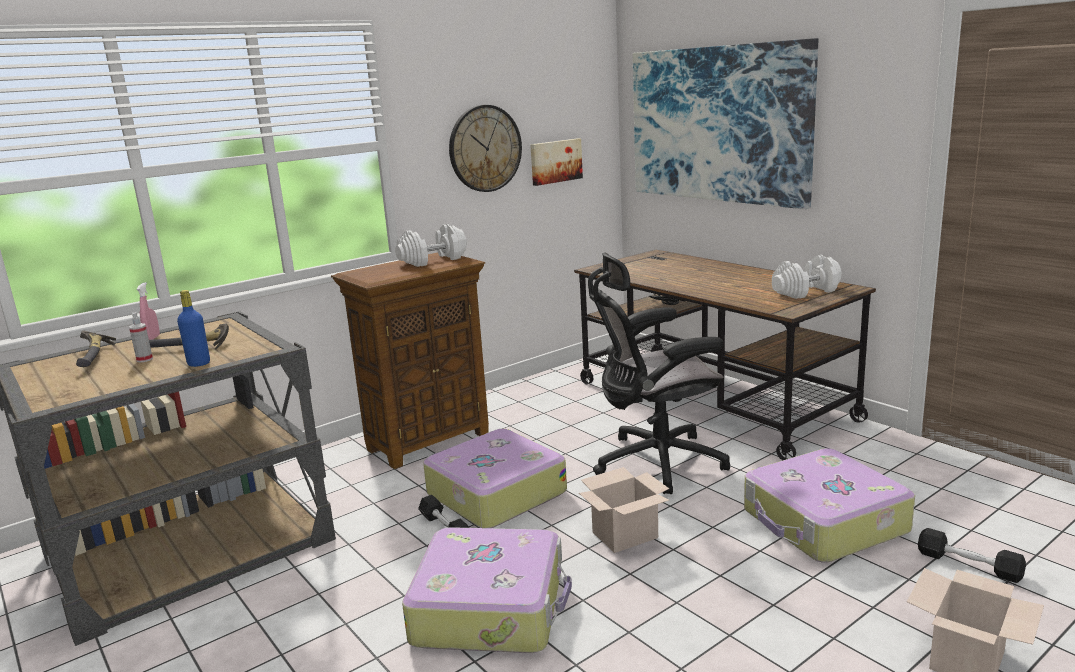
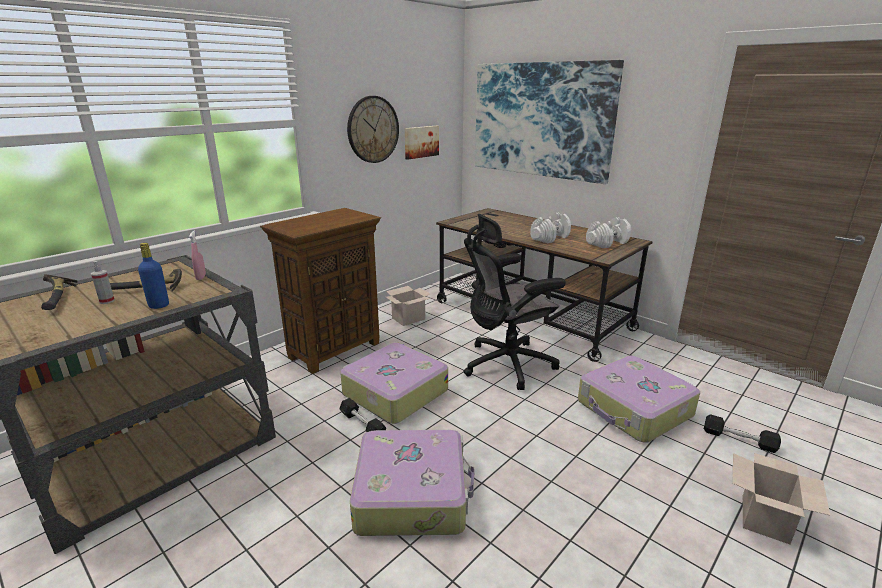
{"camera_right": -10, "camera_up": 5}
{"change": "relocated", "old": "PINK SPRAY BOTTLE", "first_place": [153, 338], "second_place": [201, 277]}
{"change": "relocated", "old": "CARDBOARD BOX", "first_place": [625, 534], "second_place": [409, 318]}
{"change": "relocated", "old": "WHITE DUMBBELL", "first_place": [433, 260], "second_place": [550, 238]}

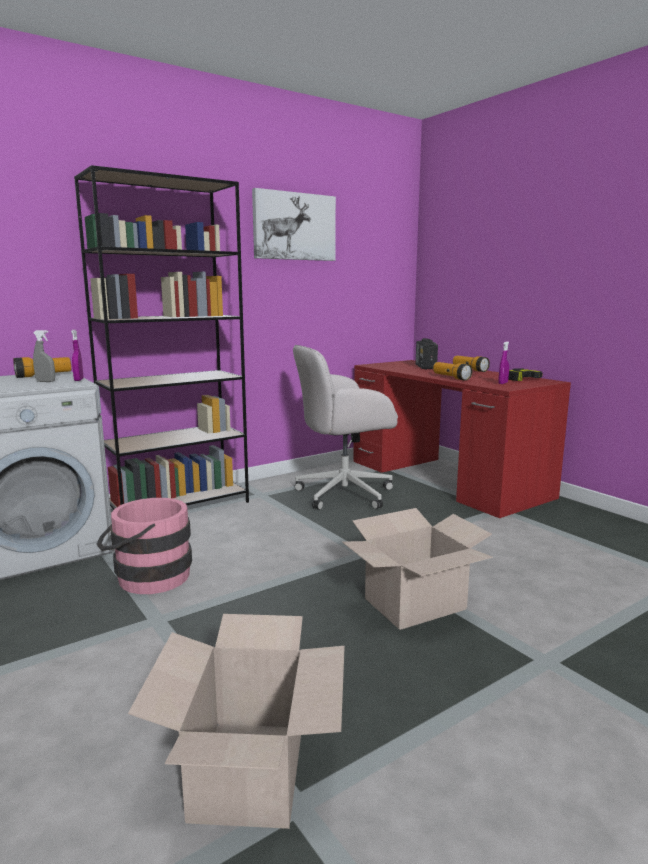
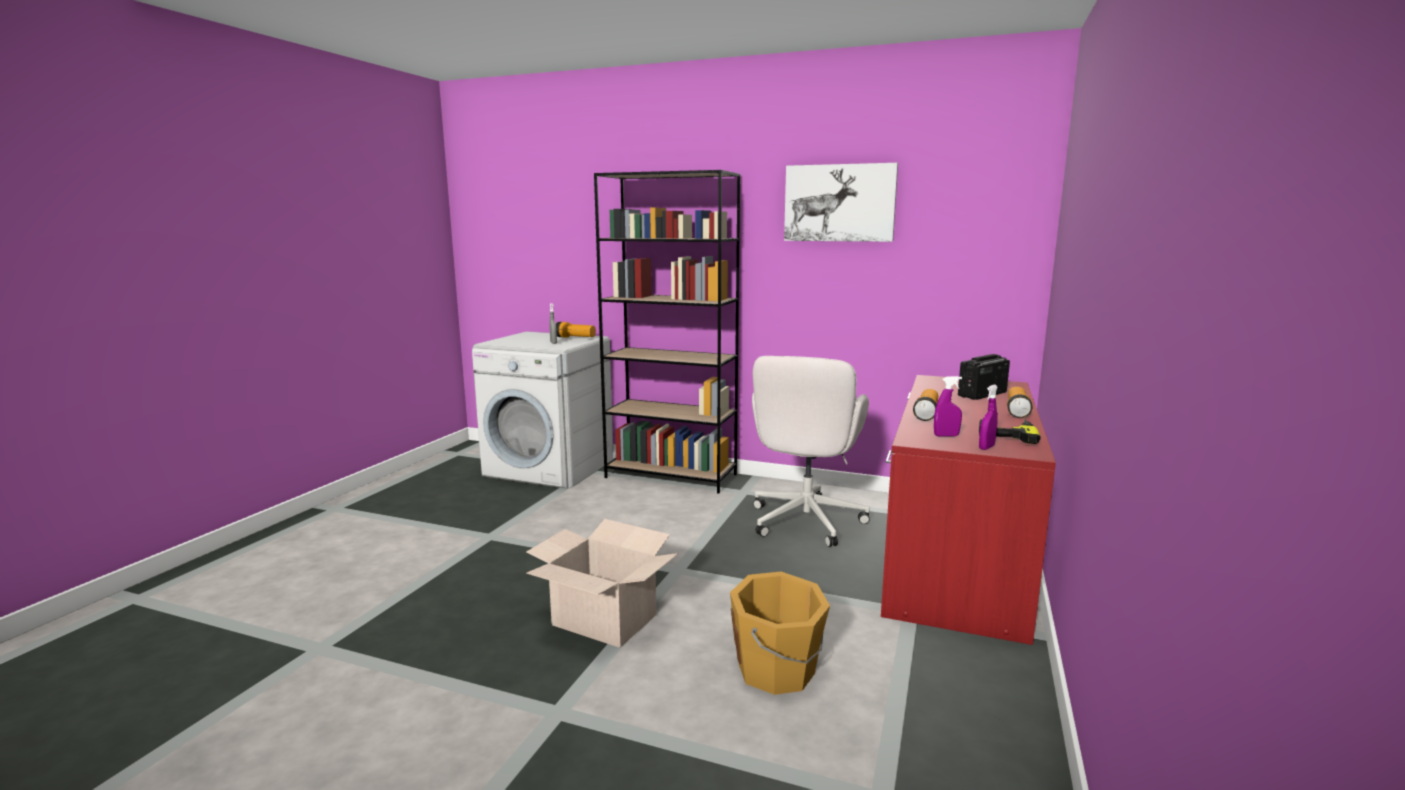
{"camera_right": 55, "camera_up": 0}
{"change": "appeared", "new": "ORANGE BUCKET", "second_place": [778, 670]}
{"change": "spun", "old": "WHITE OFFICE CHAIR", "first_place": [344, 494], "second_place": [806, 521], "degrees": -105}
{"change": "relocated", "old": "PURPLE SPRAY BOTTLE", "first_place": [78, 380], "second_place": [986, 447]}
{"change": "missing", "old": "PINK BUCKET", "first_place": [146, 578]}
{"change": "missing", "old": "CARDBOARD BOX", "first_place": [248, 771]}

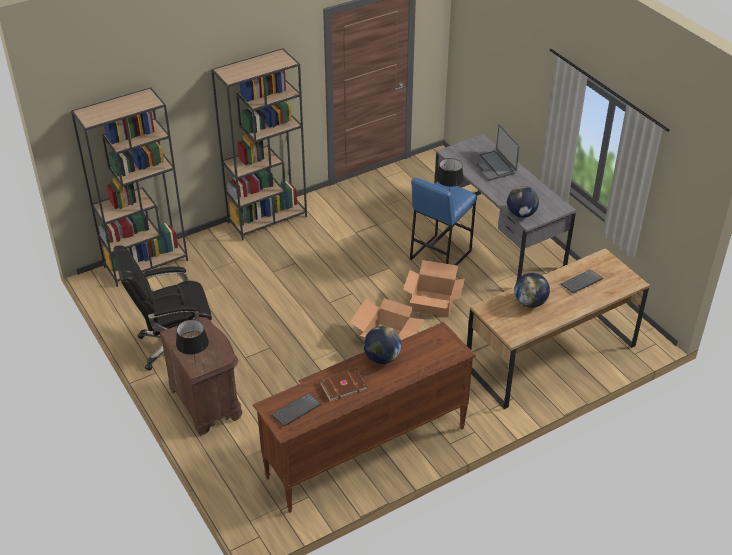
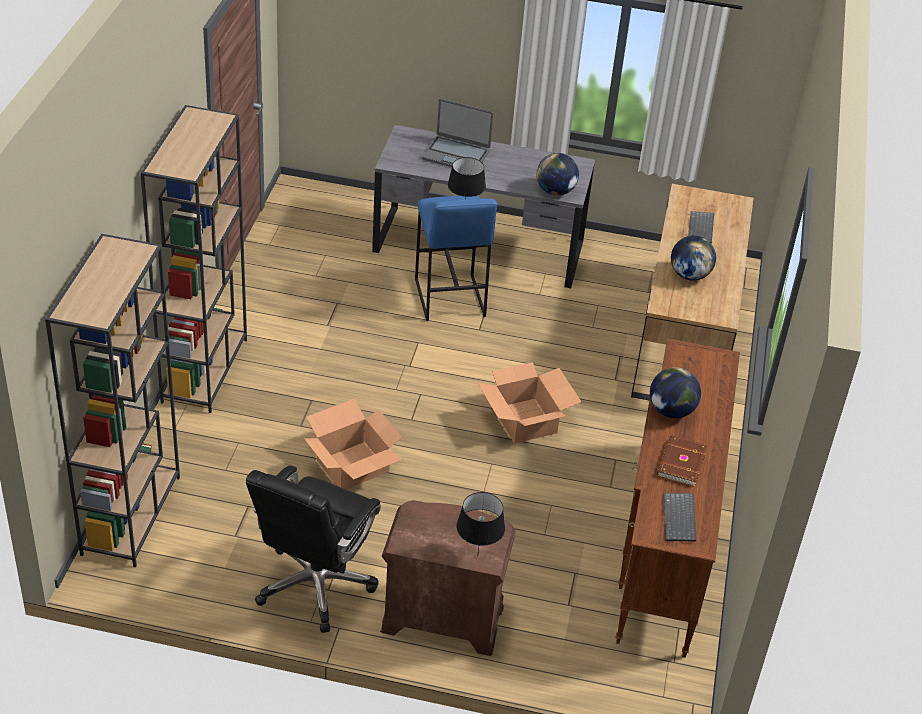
{"camera_right": -50, "camera_up": 0}
{"change": "relocated", "old": "CARDBOARD BOX", "first_place": [433, 303], "second_place": [353, 466]}

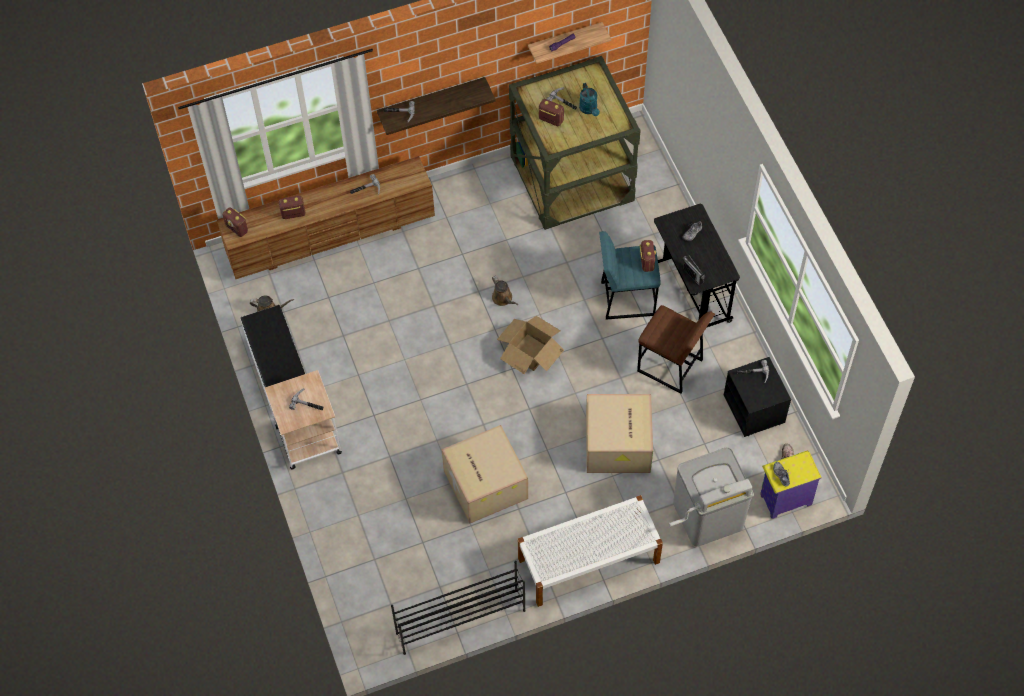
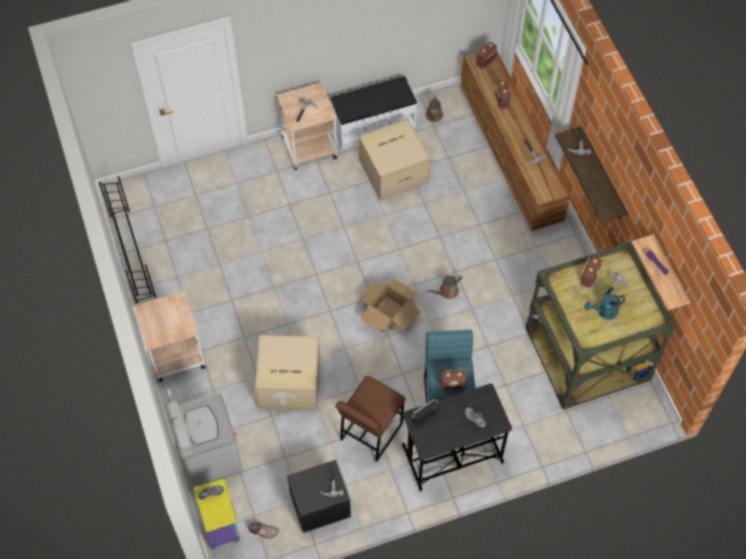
{"camera_right": 90, "camera_up": 0}
{"change": "exchanged", "old": "WHITE BENCH", "new": "BEIGE CART", "first_place": [589, 561], "second_place": [175, 353]}
{"change": "relocated", "old": "CARDBOARD BOX", "first_place": [484, 484], "second_place": [394, 170]}

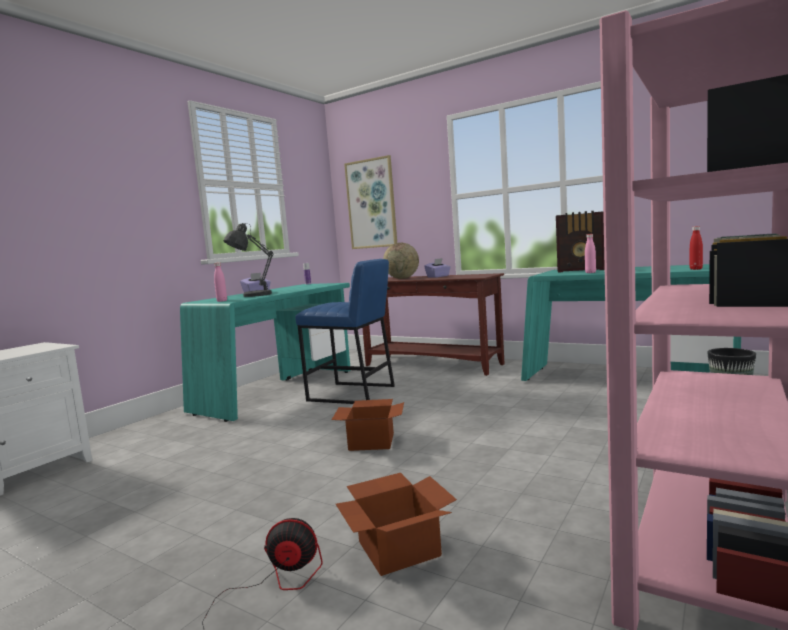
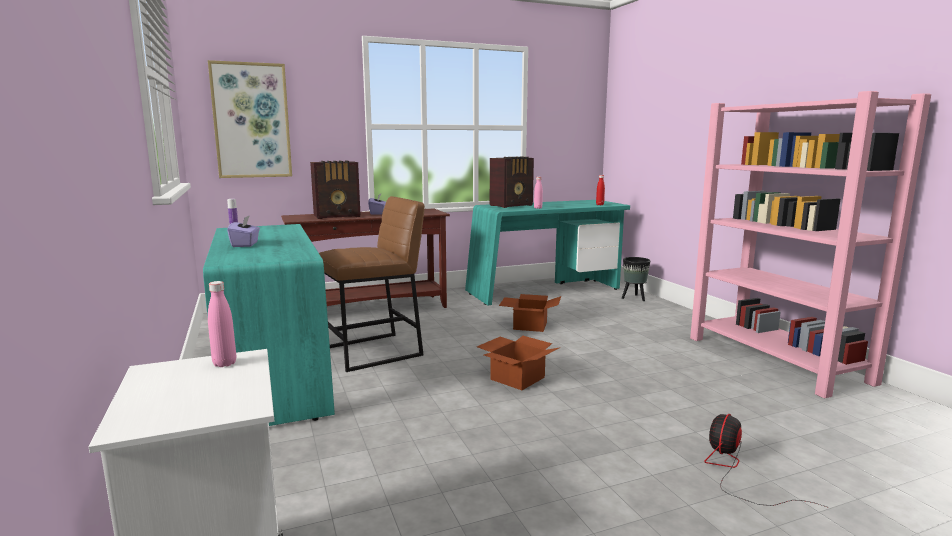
{"camera_right": -55, "camera_up": 5}
{"change": "relocated", "old": "PINK BOTTLE", "first_place": [222, 301], "second_place": [224, 363]}
{"change": "exchanged", "old": "GLOBE", "new": "RADIO", "first_place": [402, 278], "second_place": [338, 216]}
{"change": "colour", "old": "BLUE CHAIR", "new": "BROWN CHAIR", "first_place": [353, 393], "second_place": [374, 351]}
{"change": "relocated", "old": "CARDBOARD BOX", "first_place": [399, 547], "second_place": [529, 325]}
{"change": "missing", "old": "GREY TABLE LAMP", "first_place": [253, 295]}

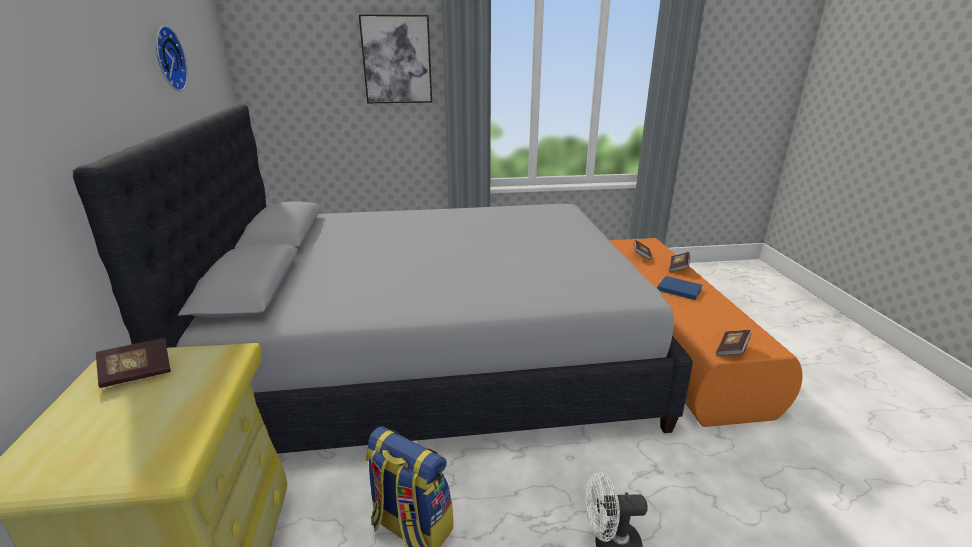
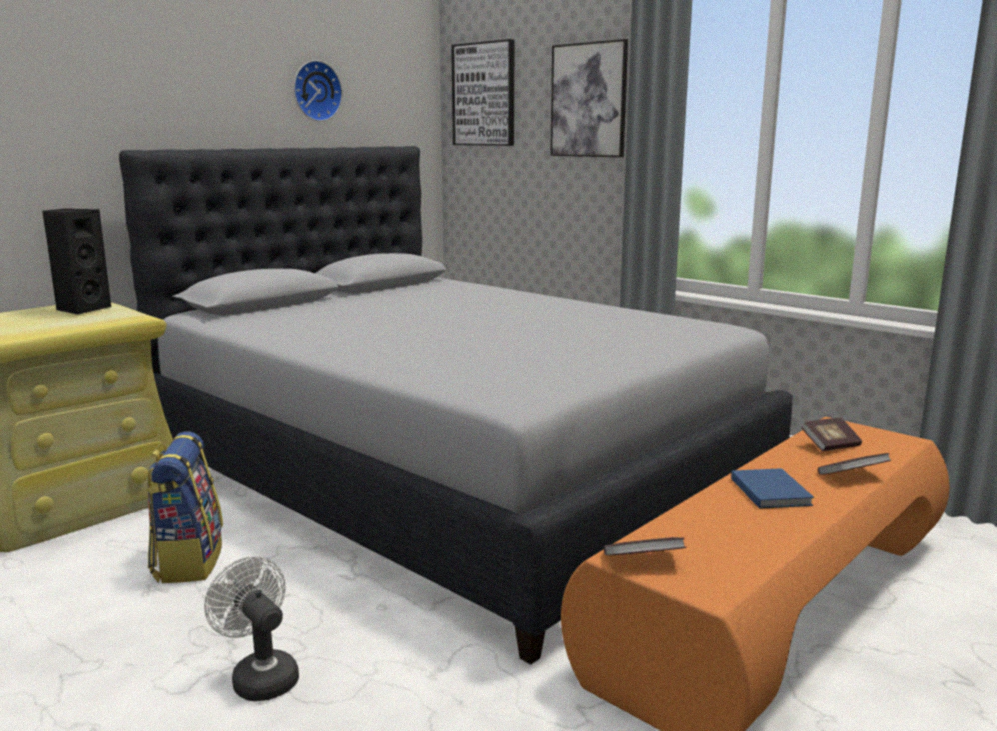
{"camera_right": 50, "camera_up": -10}
{"change": "exchanged", "old": "BOOK", "new": "BLACK SPEAKER", "first_place": [137, 373], "second_place": [82, 309]}
{"change": "appeared", "new": "PICTURE", "second_place": [484, 94]}

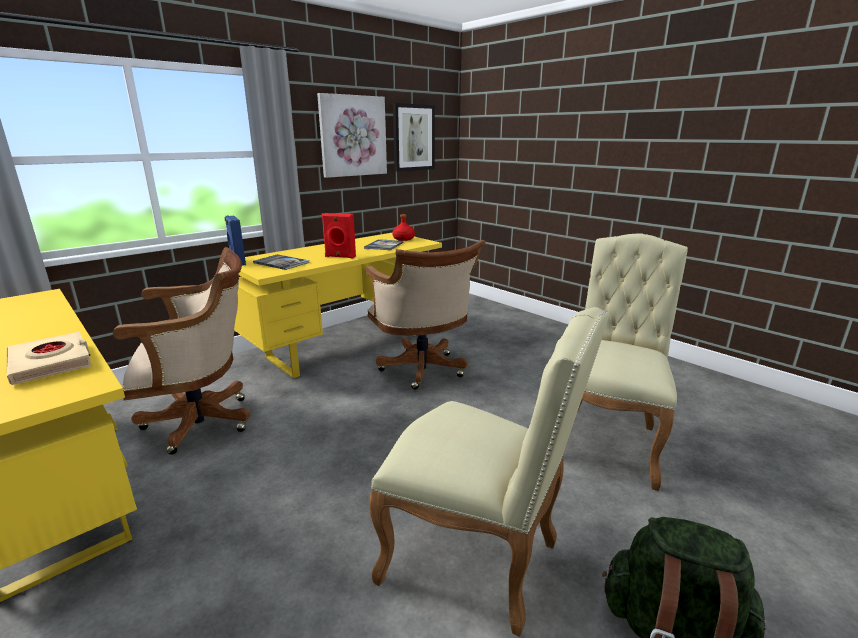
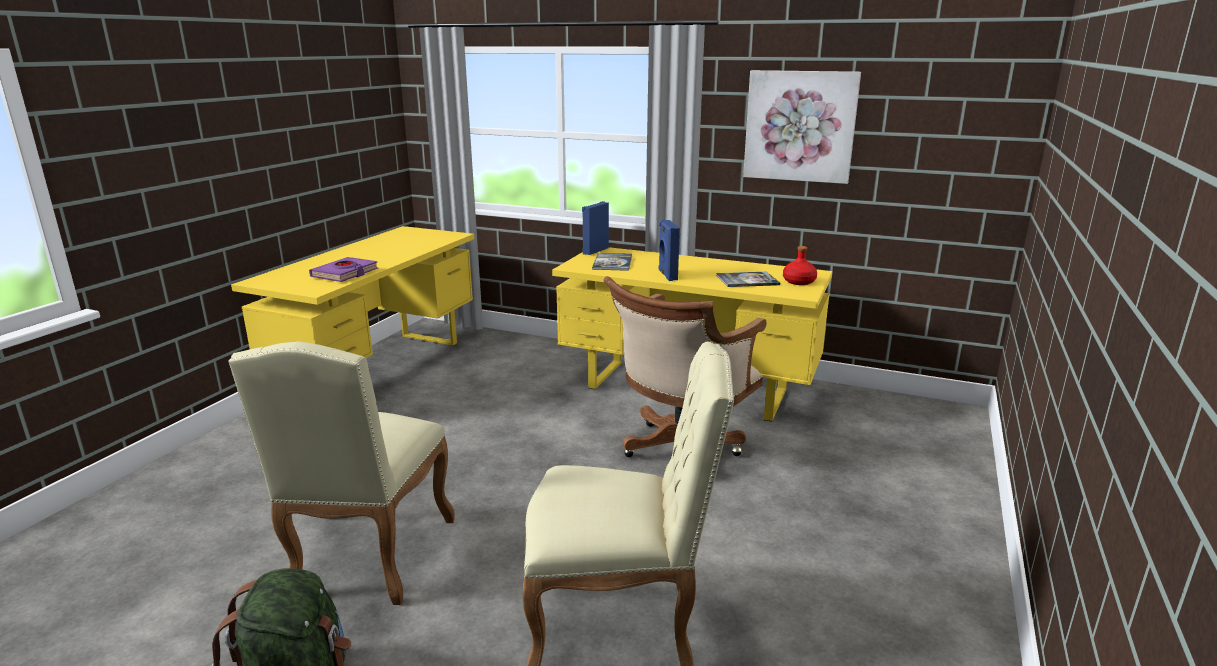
{"camera_right": 65, "camera_up": 0}
{"change": "colour", "old": "BEIGE BOOK", "new": "PURPLE BOOK", "first_place": [51, 362], "second_place": [345, 273]}
{"change": "colour", "old": "RED SPEAKER", "new": "BLUE SPEAKER", "first_place": [340, 257], "second_place": [667, 275]}
{"change": "missing", "old": "OFFICE CHAIR", "first_place": [204, 421]}
{"change": "missing", "old": "PICTURE", "first_place": [413, 138]}

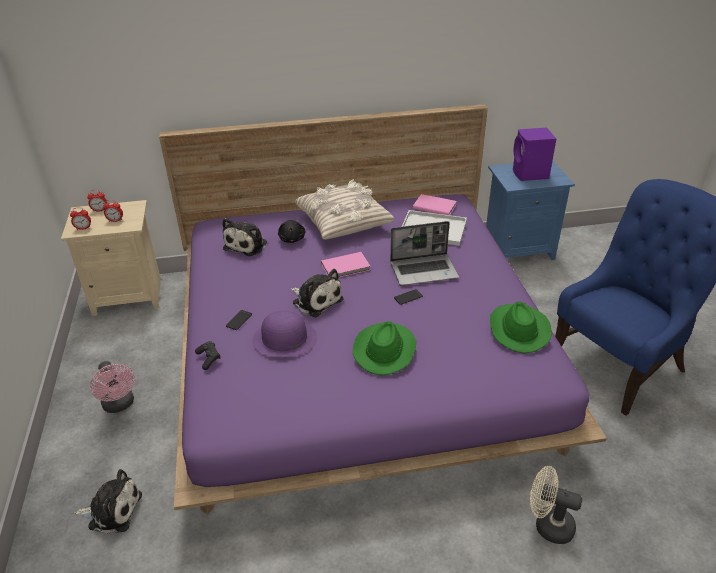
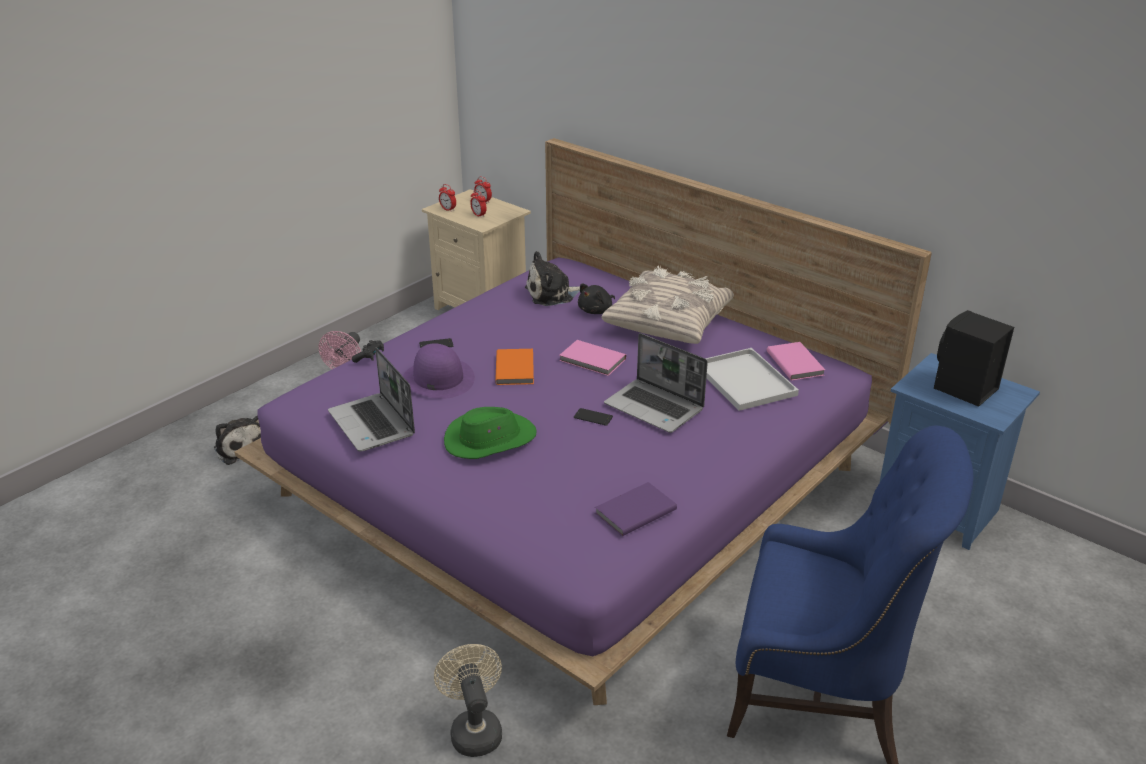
{"camera_right": 50, "camera_up": -5}
{"change": "appeared", "new": "LAPTOP", "second_place": [373, 424]}
{"change": "exchanged", "old": "PLUSH TOY", "new": "ORANGE BOOK", "first_place": [316, 300], "second_place": [516, 368]}
{"change": "exchanged", "old": "GREEN HAT", "new": "PURPLE BOOK", "first_place": [518, 329], "second_place": [633, 511]}
{"change": "colour", "old": "PURPLE SPEAKER", "new": "BLACK SPEAKER", "first_place": [530, 174], "second_place": [963, 389]}

